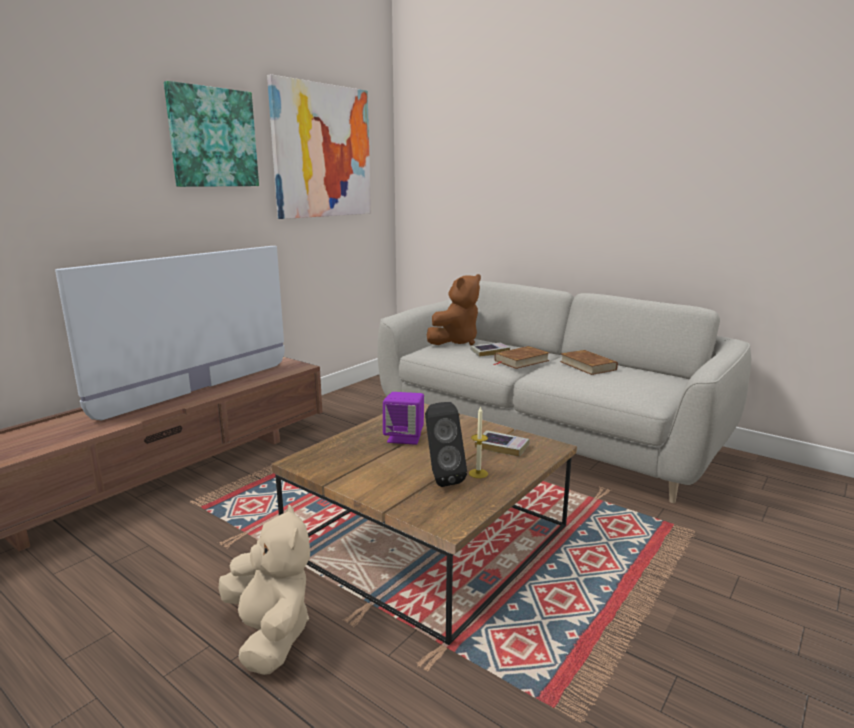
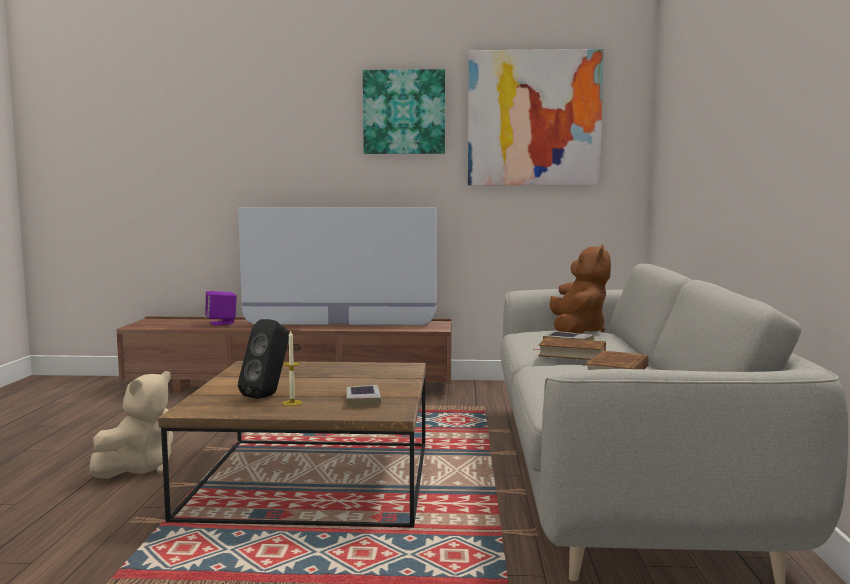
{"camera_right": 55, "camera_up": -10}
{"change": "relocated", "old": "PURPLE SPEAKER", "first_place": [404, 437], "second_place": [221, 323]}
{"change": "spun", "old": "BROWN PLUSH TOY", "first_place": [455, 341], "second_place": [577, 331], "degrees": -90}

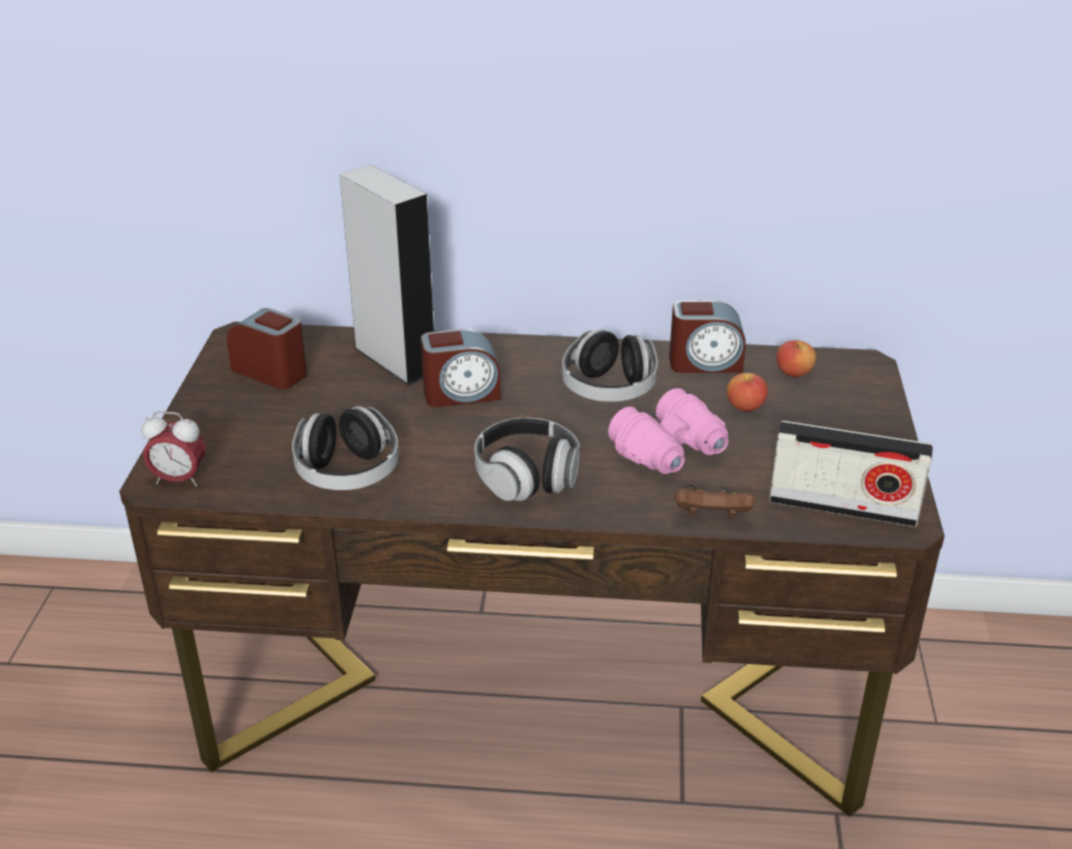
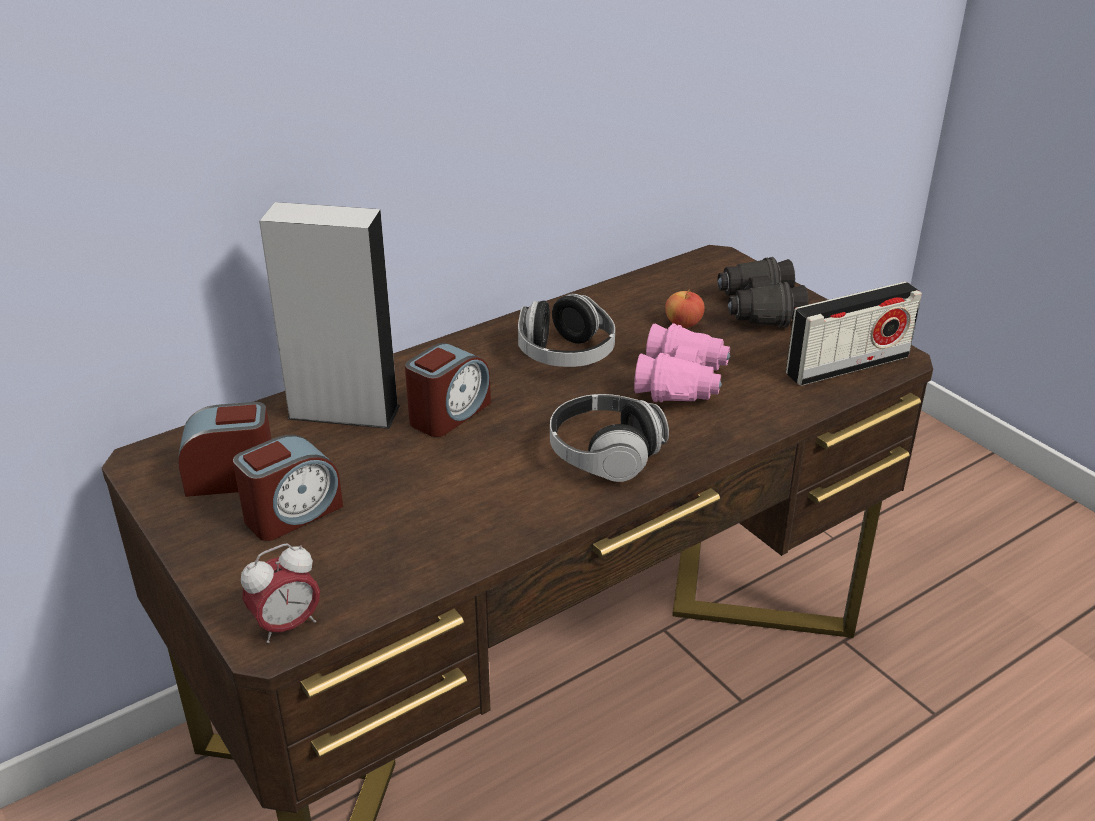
{"camera_right": -40, "camera_up": 0}
{"change": "relocated", "old": "ALARM CLOCK", "first_place": [705, 363], "second_place": [292, 513]}
{"change": "appeared", "new": "BLACK BINOCULARS", "second_place": [758, 309]}
{"change": "missing", "old": "HEADPHONES", "first_place": [348, 473]}
{"change": "missing", "old": "BROWN GAME CONTROLLER", "first_place": [712, 518]}
{"change": "missing", "old": "APPLE", "first_place": [794, 372]}

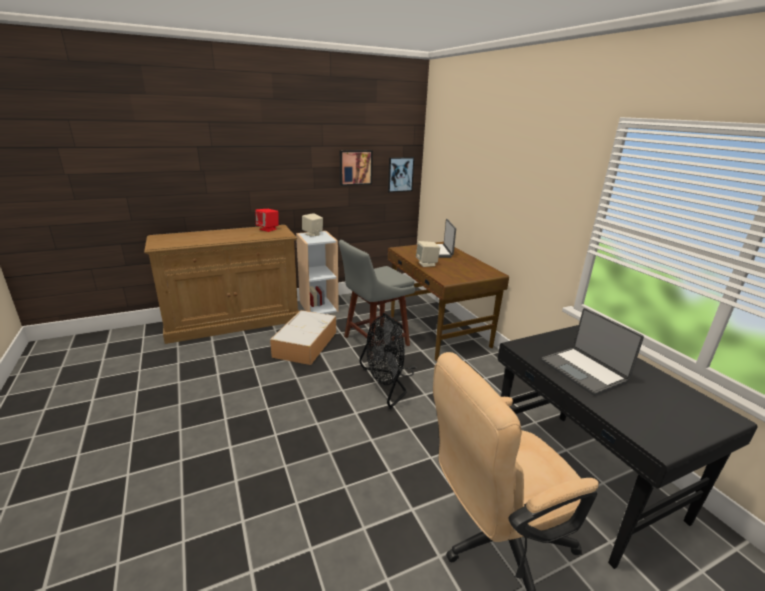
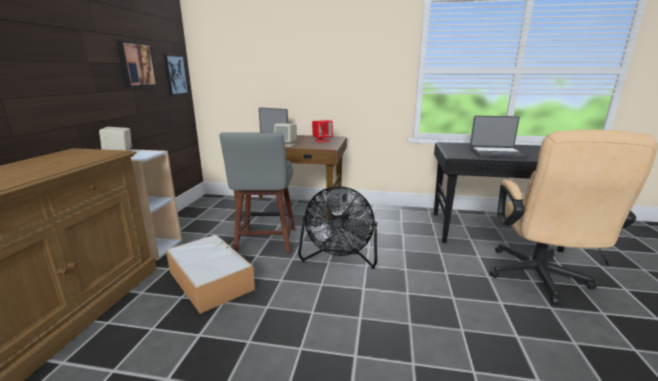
{"camera_right": -55, "camera_up": -5}
{"change": "relocated", "old": "RED SPEAKER", "first_place": [268, 229], "second_place": [322, 140]}

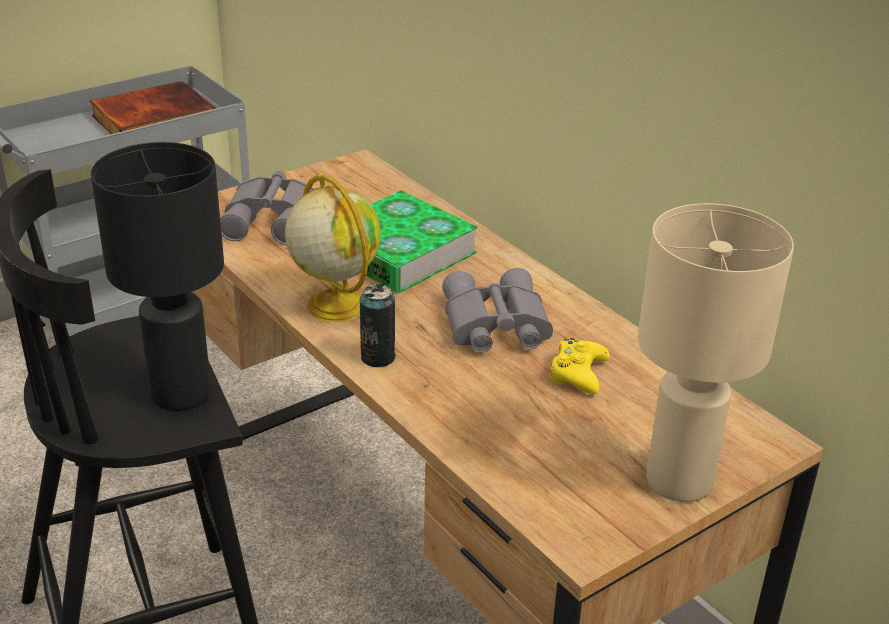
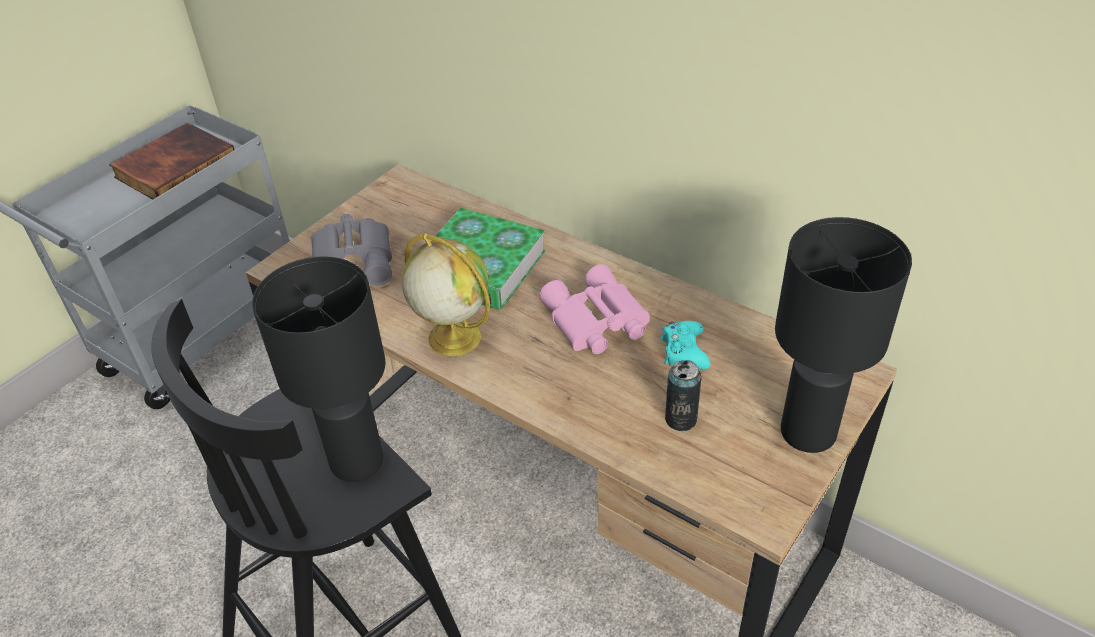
{"camera_right": -15, "camera_up": 10}
{"change": "colour", "old": "GREY BINOCULARS", "new": "PINK BINOCULARS", "first_place": [493, 326], "second_place": [594, 322]}
{"change": "colour", "old": "YELLOW GAME CONTROLLER", "new": "TURQUOISE GAME CONTROLLER", "first_place": [578, 374], "second_place": [684, 351]}
{"change": "relocated", "old": "CAN", "first_place": [378, 357], "second_place": [680, 419]}
{"change": "colour", "old": "BEIGE TABLE LAMP", "new": "BLACK TABLE LAMP", "first_place": [677, 480], "second_place": [806, 432]}

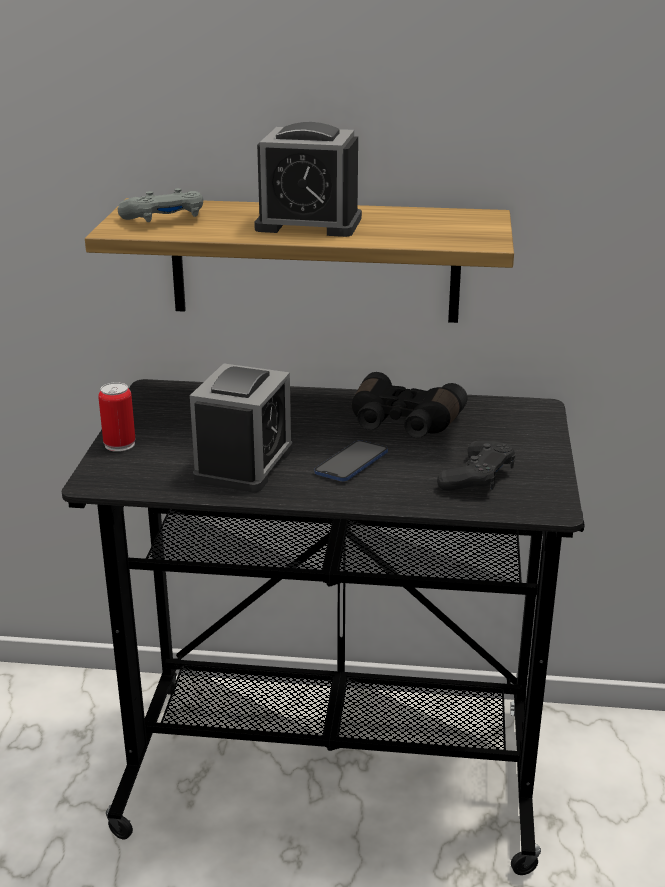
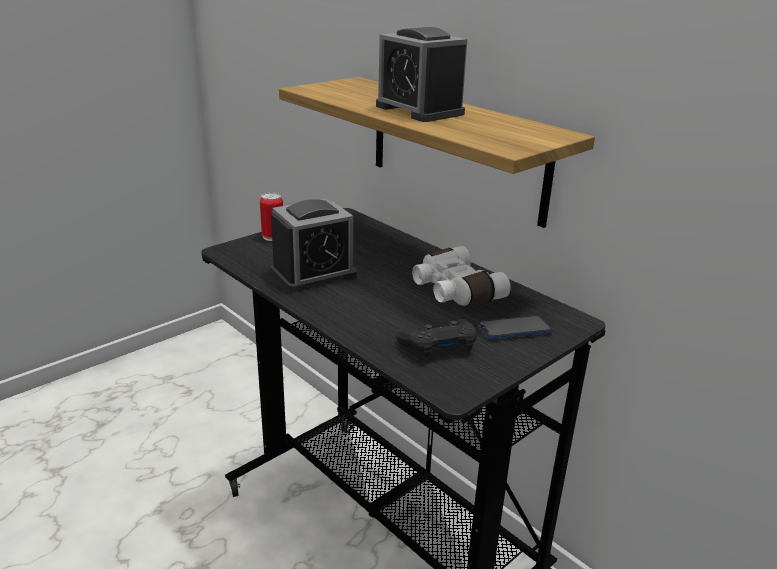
{"camera_right": 40, "camera_up": 0}
{"change": "colour", "old": "BLACK BINOCULARS", "new": "WHITE BINOCULARS", "first_place": [402, 424], "second_place": [453, 291]}
{"change": "relocated", "old": "PHONE", "first_place": [351, 463], "second_place": [514, 329]}
{"change": "missing", "old": "GREY GAME CONTROLLER", "first_place": [165, 219]}

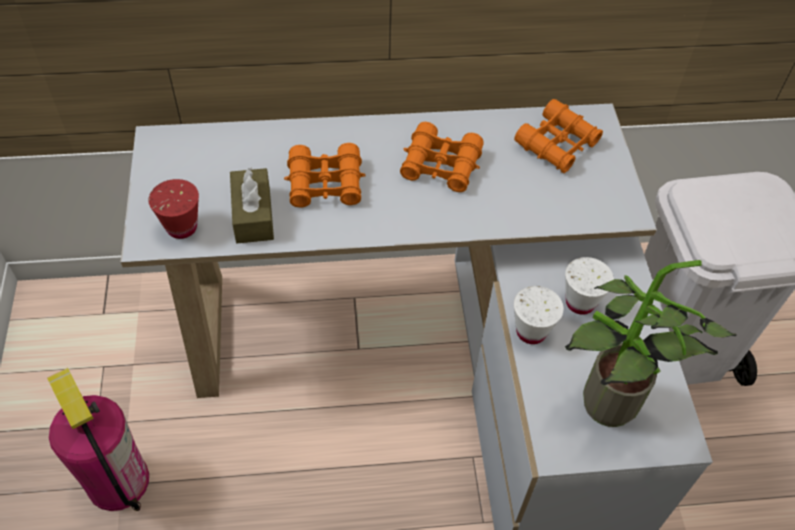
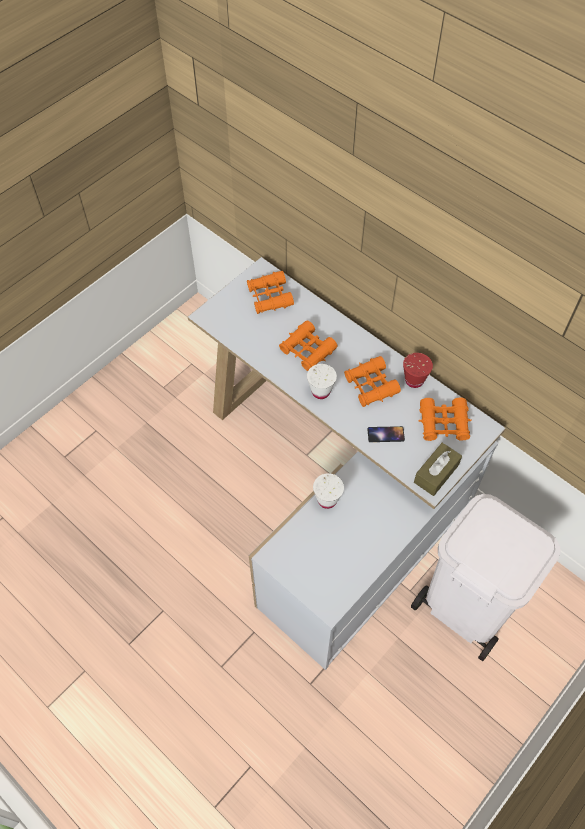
{"camera_right": 50, "camera_up": 5}
{"change": "appeared", "new": "ORANGE BINOCULARS", "second_place": [269, 297]}
{"change": "relocated", "old": "WHITE CUP", "first_place": [580, 302], "second_place": [320, 391]}
{"change": "appeared", "new": "PHONE", "second_place": [385, 434]}
{"change": "relocated", "old": "RED CUP", "first_place": [181, 227], "second_place": [414, 380]}
{"change": "relocated", "old": "BROWN TISSUE BOX", "first_place": [253, 215], "second_place": [436, 473]}
{"change": "missing", "old": "FIRE EXTINGUISHER", "first_place": [117, 481]}
{"change": "missing", "old": "POTTED PLANT", "first_place": [604, 409]}

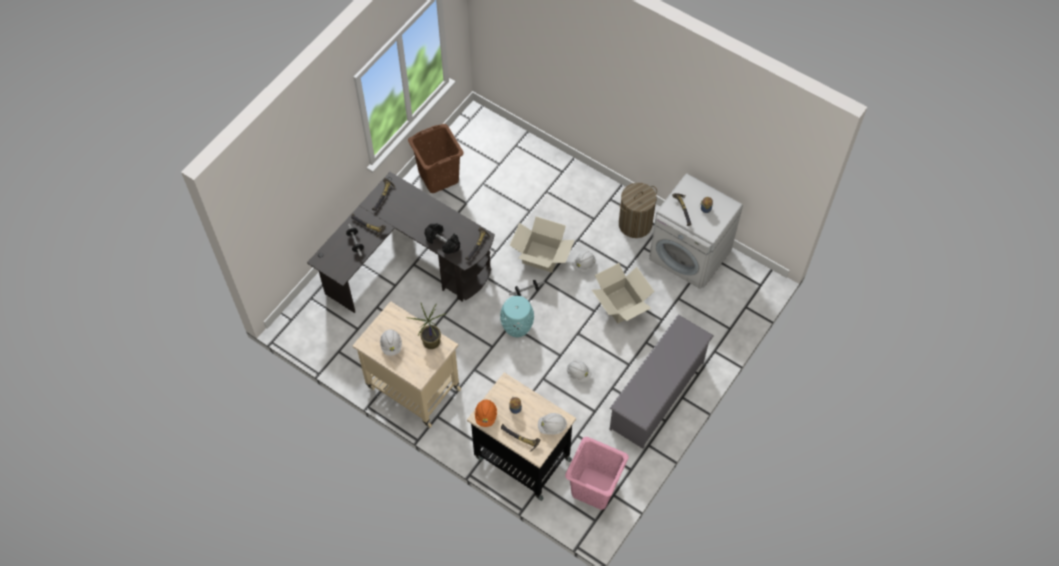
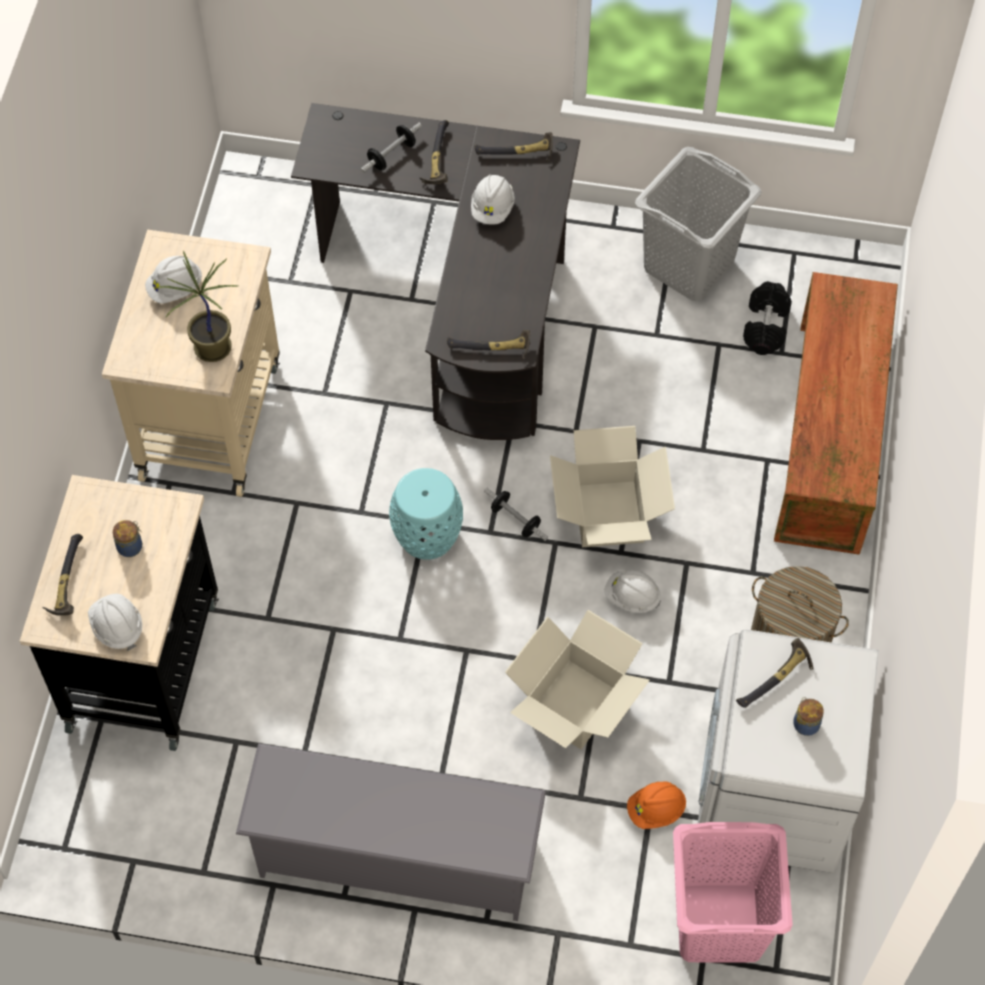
{"camera_right": 65, "camera_up": 0}
{"change": "relocated", "old": "WHITE HARD HAT", "first_place": [578, 374], "second_place": [492, 208]}
{"change": "relocated", "old": "ORANGE HARD HAT", "first_place": [486, 415], "second_place": [656, 810]}
{"change": "colour", "old": "BROWN LAUNDRY BASKET", "new": "GREY LAUNDRY BASKET", "first_place": [438, 177], "second_place": [688, 265]}
{"change": "relocated", "old": "PINK LAUNDRY BASKET", "first_place": [594, 487], "second_place": [720, 922]}
{"change": "relocated", "old": "BLACK DUMBBELL", "first_place": [443, 242], "second_place": [765, 327]}
{"change": "appeared", "new": "BROWN BENCH", "second_place": [831, 438]}

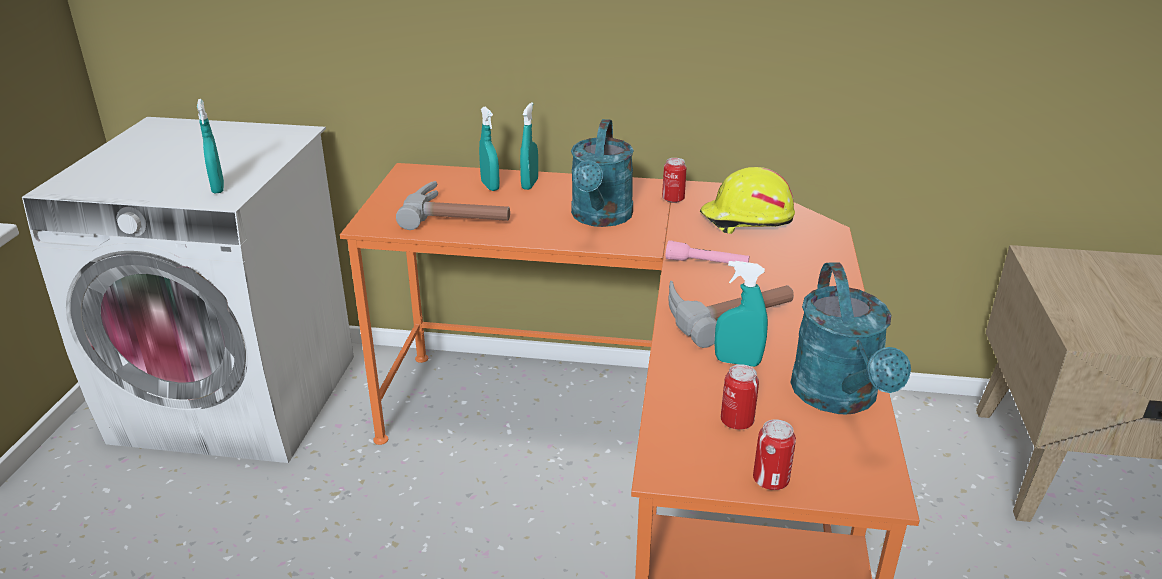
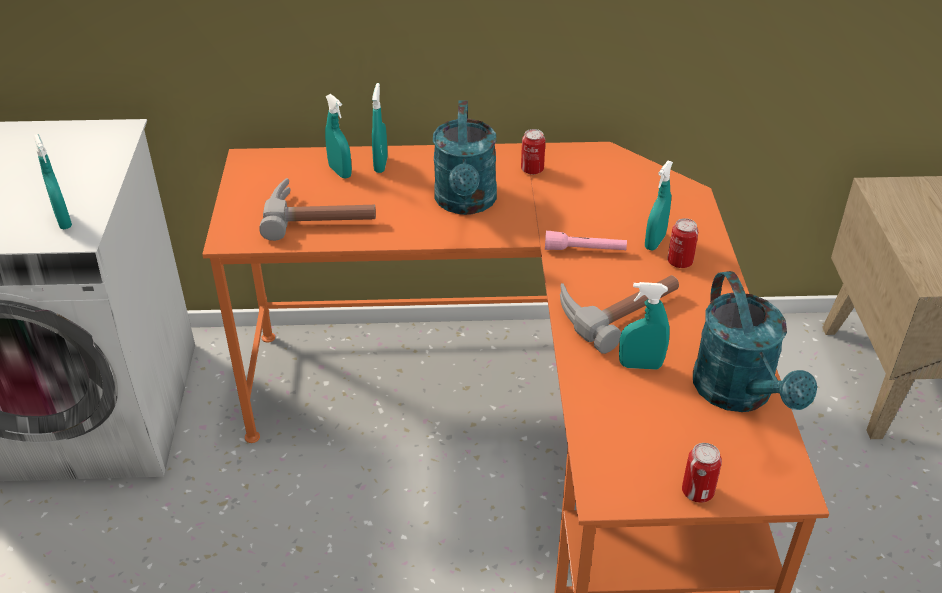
{"camera_right": -10, "camera_up": 10}
{"change": "appeared", "new": "TURQUOISE SPRAY BOTTLE", "second_place": [655, 242]}
{"change": "relocated", "old": "CAN", "first_place": [737, 421], "second_place": [680, 262]}
{"change": "missing", "old": "YELLOW HARD HAT", "first_place": [746, 220]}

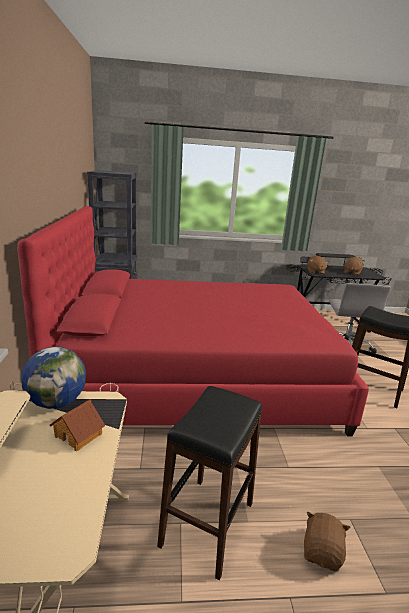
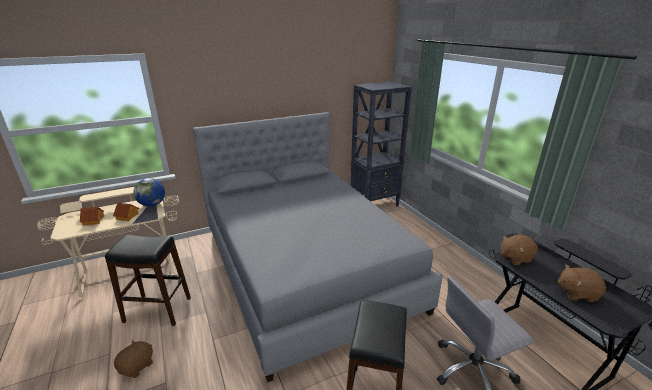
{"camera_right": 70, "camera_up": 5}
{"change": "appeared", "new": "TOY HOUSE", "second_place": [93, 220]}
{"change": "spun", "old": "BROWN PLUSH TOY", "first_place": [322, 552], "second_place": [137, 366], "degrees": -60}
{"change": "colour", "old": "RED BED", "new": "GREY BED", "first_place": [196, 377], "second_place": [305, 267]}

